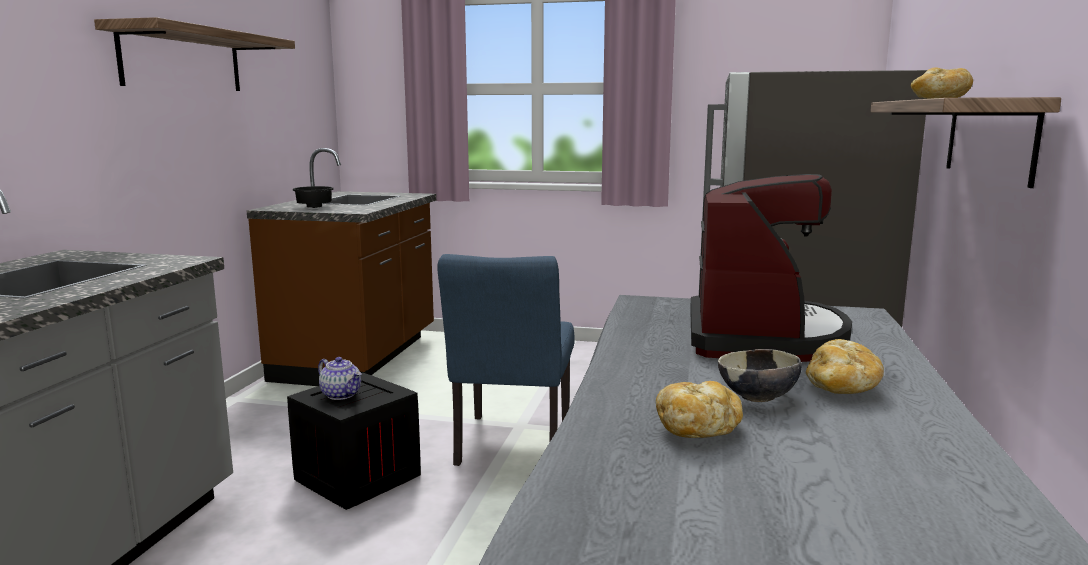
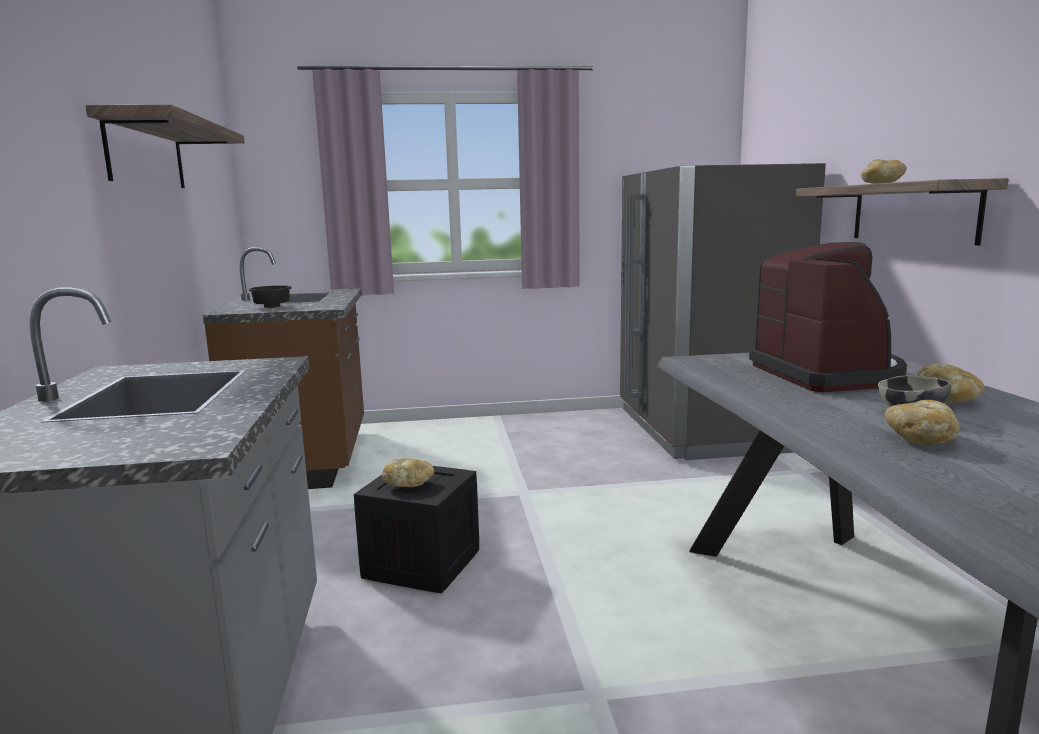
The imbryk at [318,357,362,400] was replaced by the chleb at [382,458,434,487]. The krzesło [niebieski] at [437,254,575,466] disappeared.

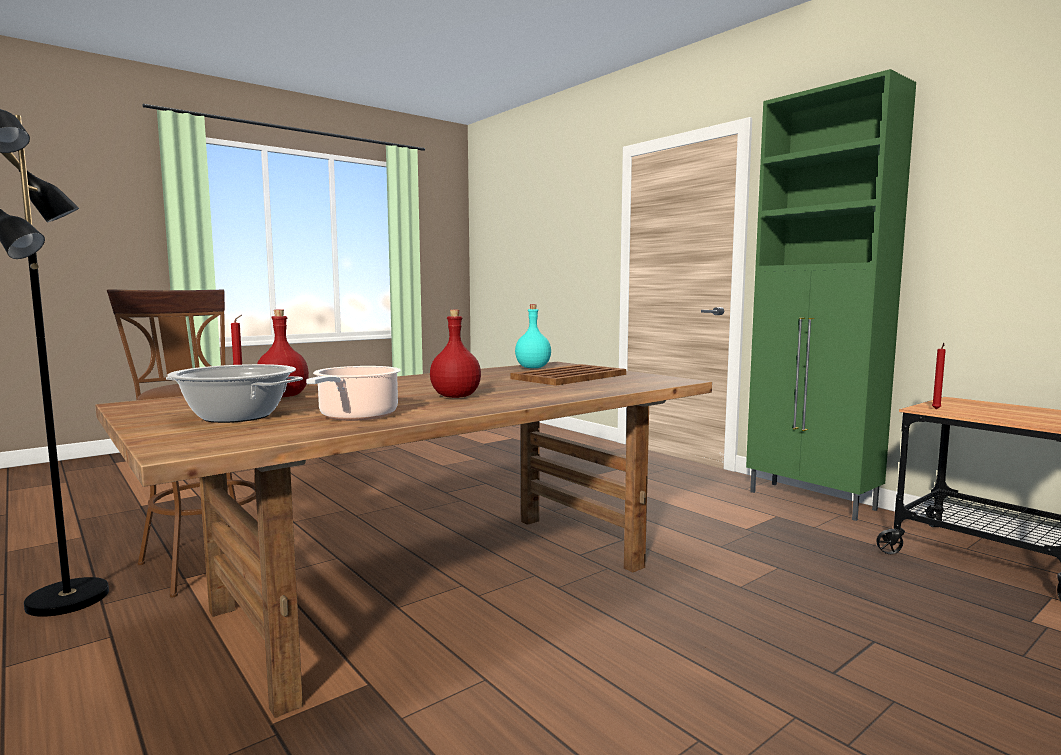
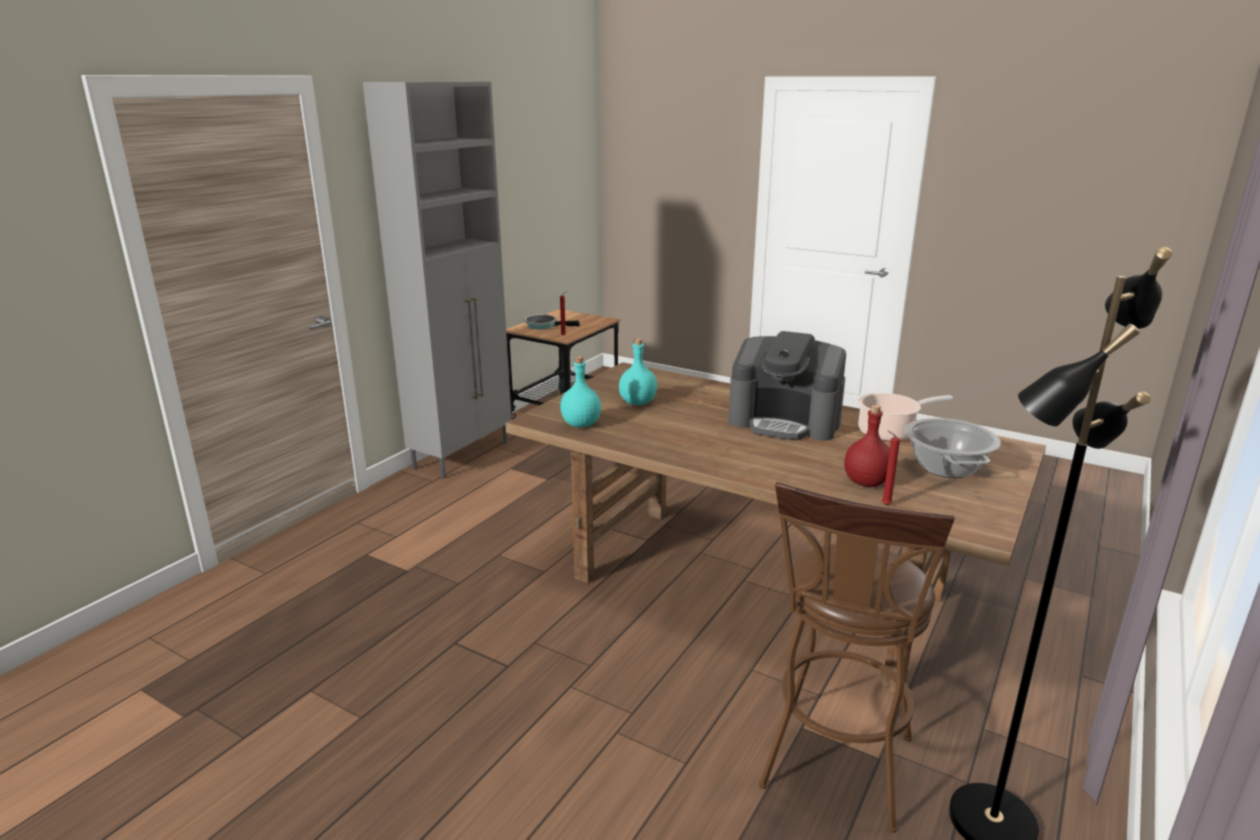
The butelka [czerwony] at [430,310,481,398] was replaced by the ekspres do kawy at [728,331,846,441]. The taca [brązowy] at [510,364,626,386] was replaced by the butelka [turkusowy] at [619,338,657,405]. The szafka [zielony] at [746,69,916,521] became the szafka [szary] at [363,82,512,479]. The patelnia at [524,315,580,329] appeared.

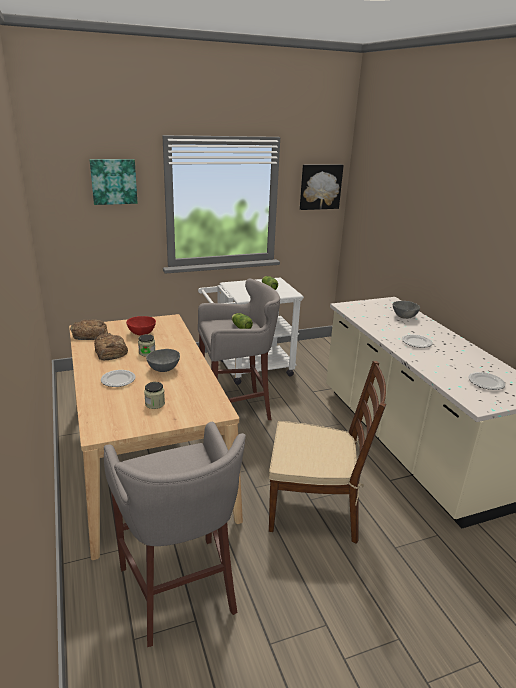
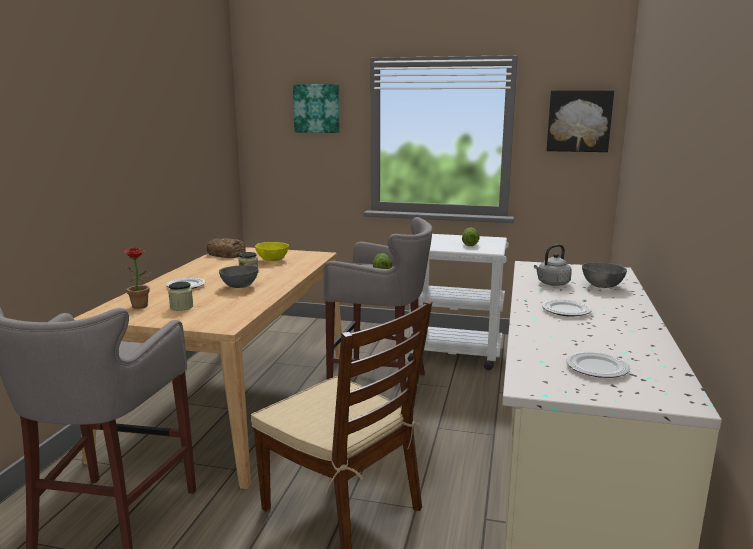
The chleb at [94,333,128,360] disappeared. The miska [czerwony] at [126,316,156,335] became the miska [żółty] at [255,242,289,261]. The roślina doniczkowa at [121,247,151,309] appeared. The czajnik [szary] at [534,244,572,286] appeared.

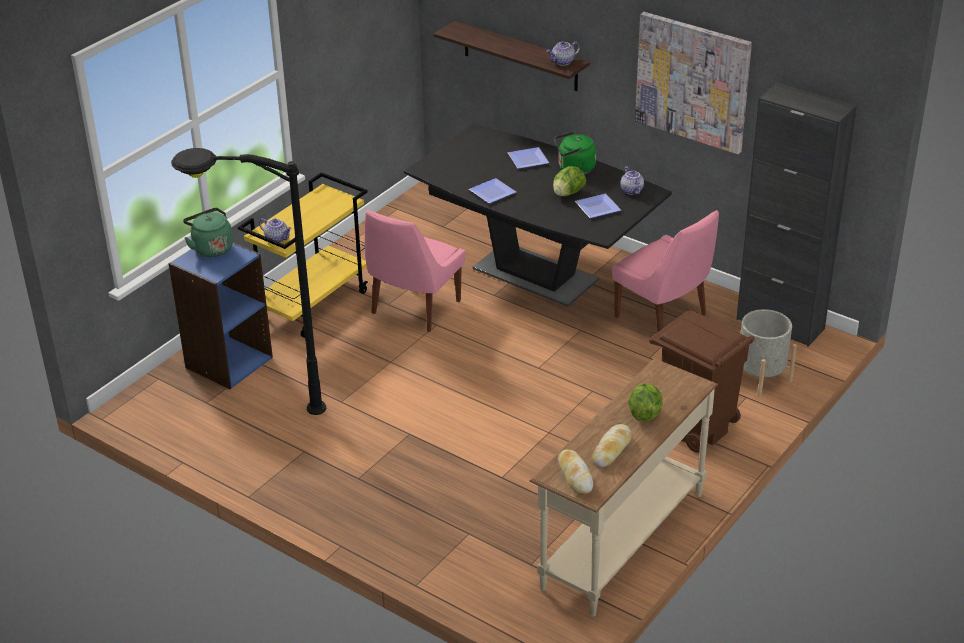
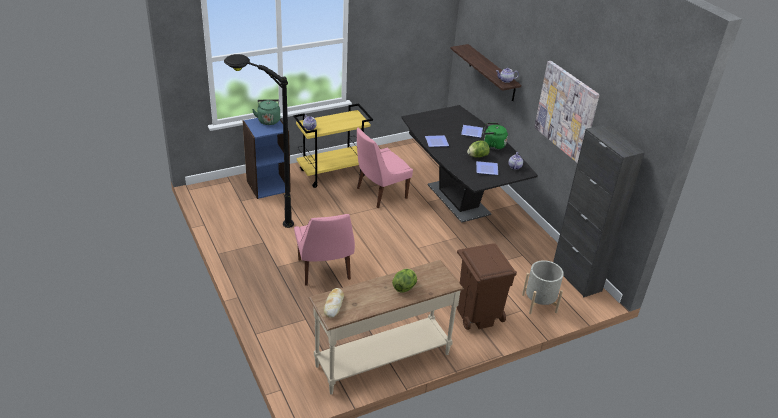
The chleb at [592,424,632,467] disappeared. The krzesło [różowy] moved from [612,210,719,332] to [294,214,355,286].

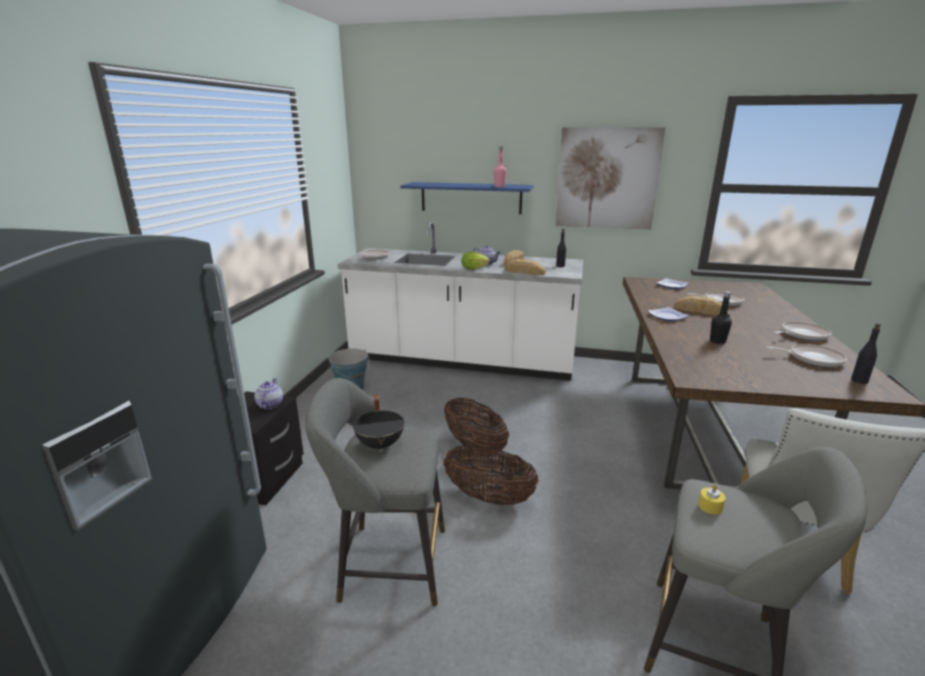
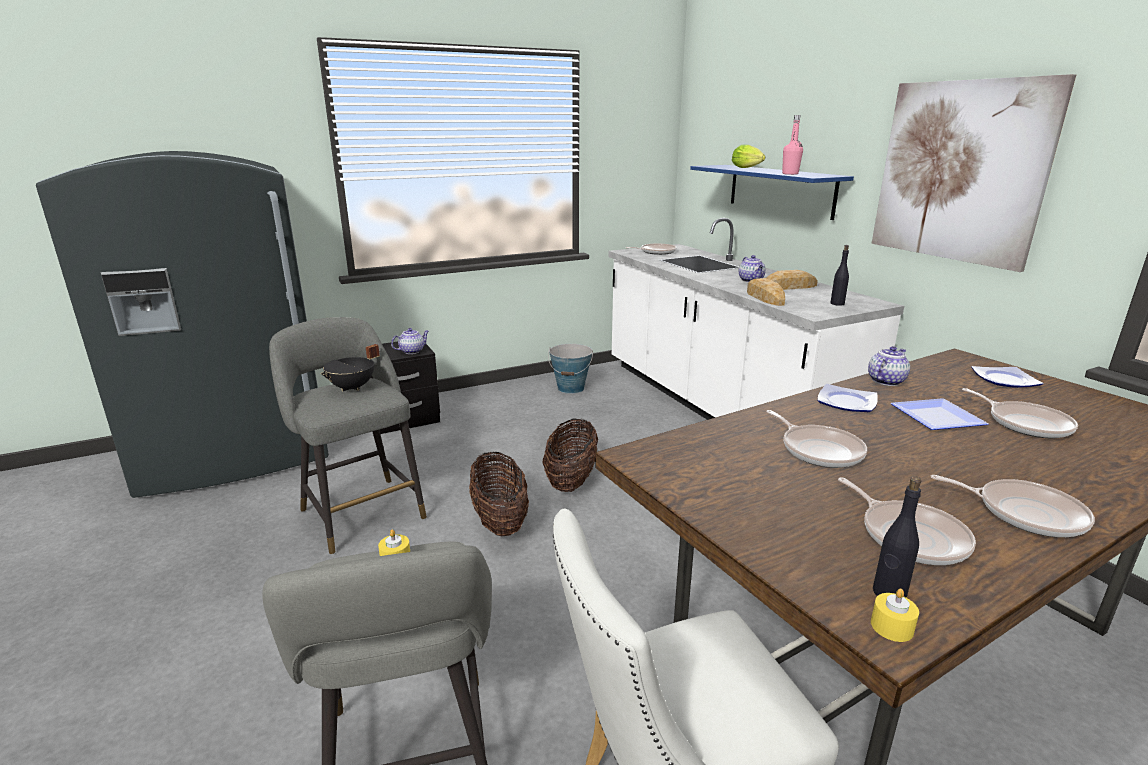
The sałata moved from [462,252,490,270] to [732,144,765,168]. The chleb at [674,296,722,315] was replaced by the talerz at [891,398,988,430]. The butelka [czarny] at [710,291,732,344] was replaced by the patelnia at [766,410,867,468]. The imbryk at [868,346,910,386] appeared. The świeca [żółty] at [871,589,919,642] appeared.

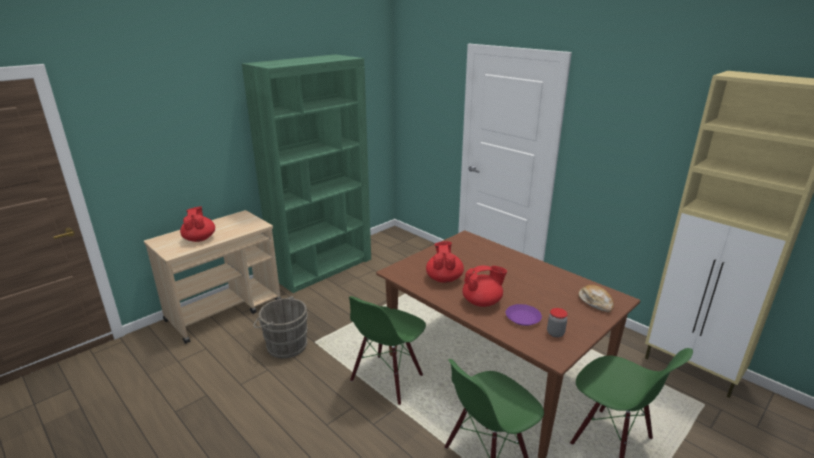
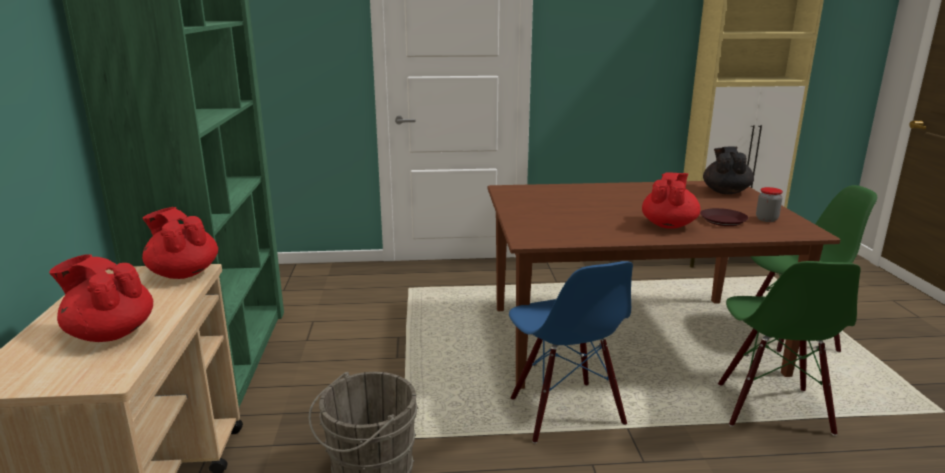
The krzesło [zielony] at [349,296,426,405] became the krzesło [niebieski] at [509,261,633,443]. The imbryk [czerwony] moved from [426,241,464,283] to [142,207,218,279]. The talerz [fioletowy] at [506,304,542,326] became the talerz [brązowy] at [700,208,748,226]. The chleb at [579,285,614,313] was replaced by the imbryk [czarny] at [703,147,754,194].

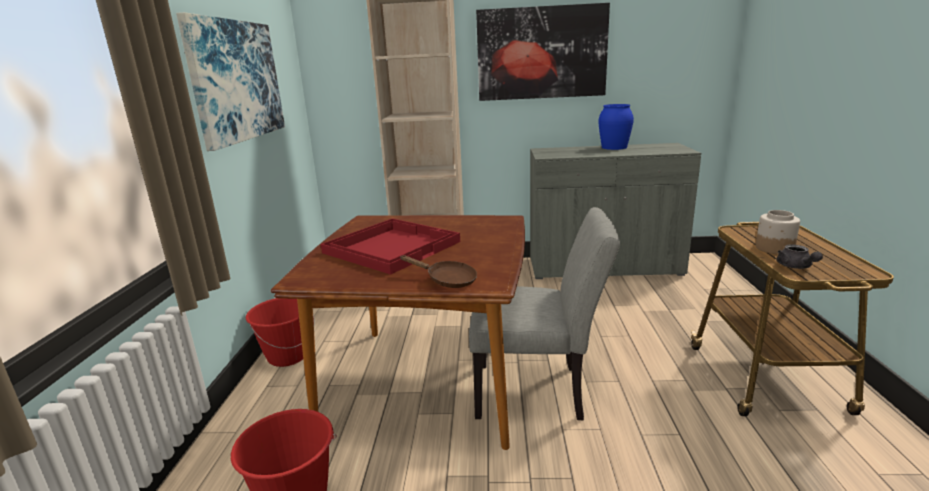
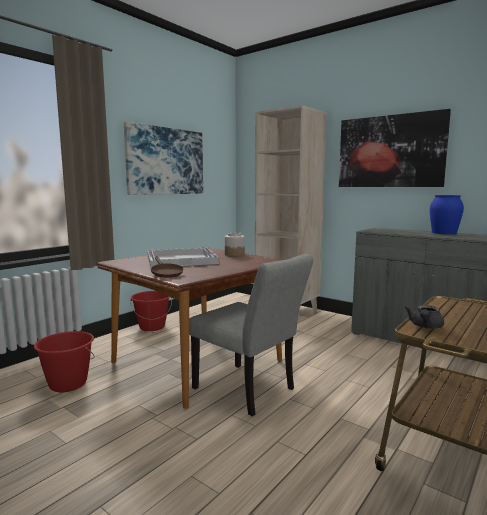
The taca [czerwony] at [321,218,460,275] became the taca [biały] at [147,248,219,267]. The słoik moved from [755,210,800,254] to [225,232,245,256].

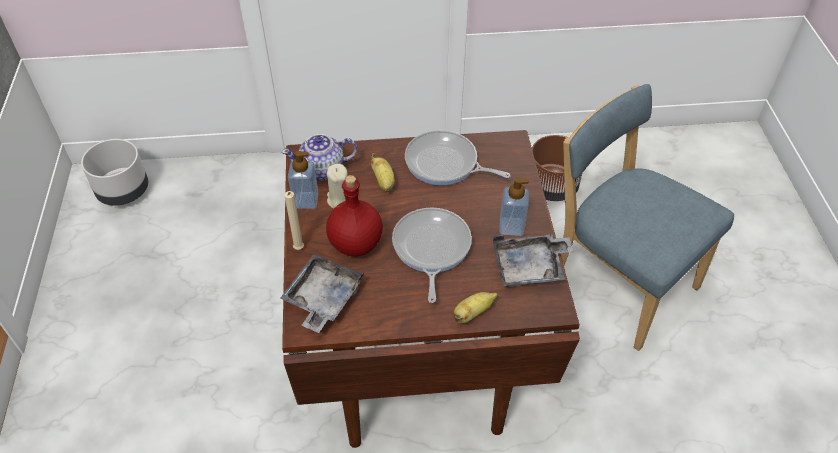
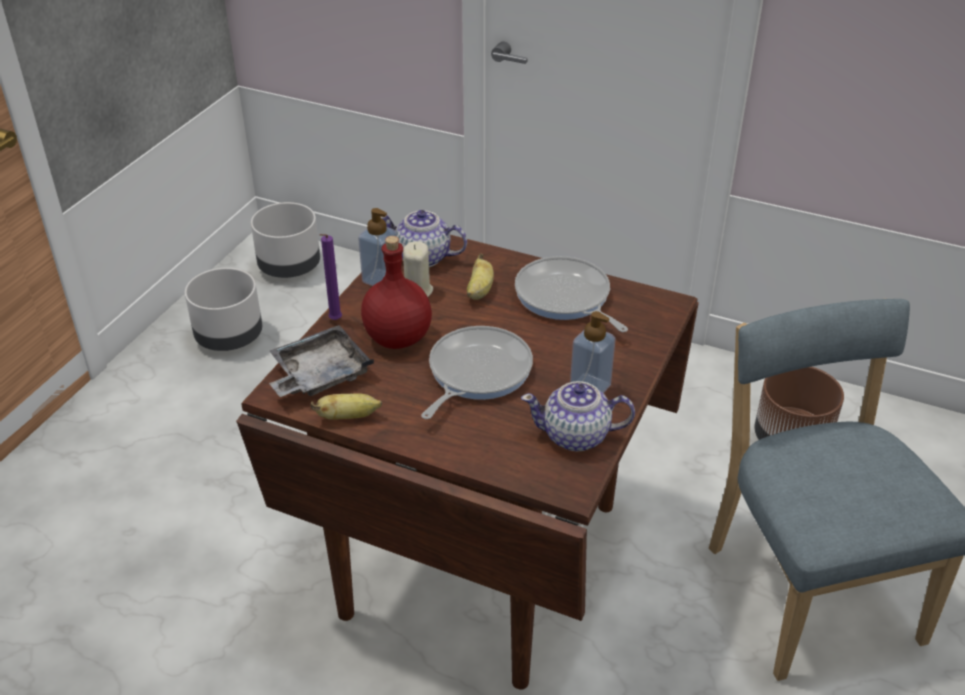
The świeca [beżowy] at [284,191,304,250] became the świeca [fioletowy] at [320,234,342,320]. The banan moved from [453,292,497,323] to [311,394,382,420]. The taca [szary] at [493,235,574,287] was replaced by the imbryk at [521,381,635,451]. The donica [szary] at [185,268,262,351] appeared.

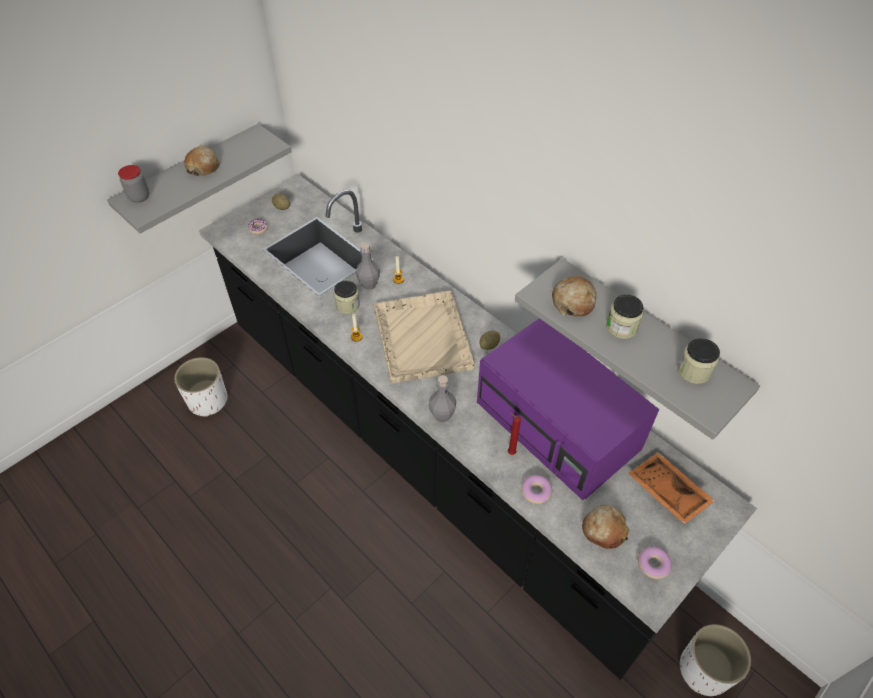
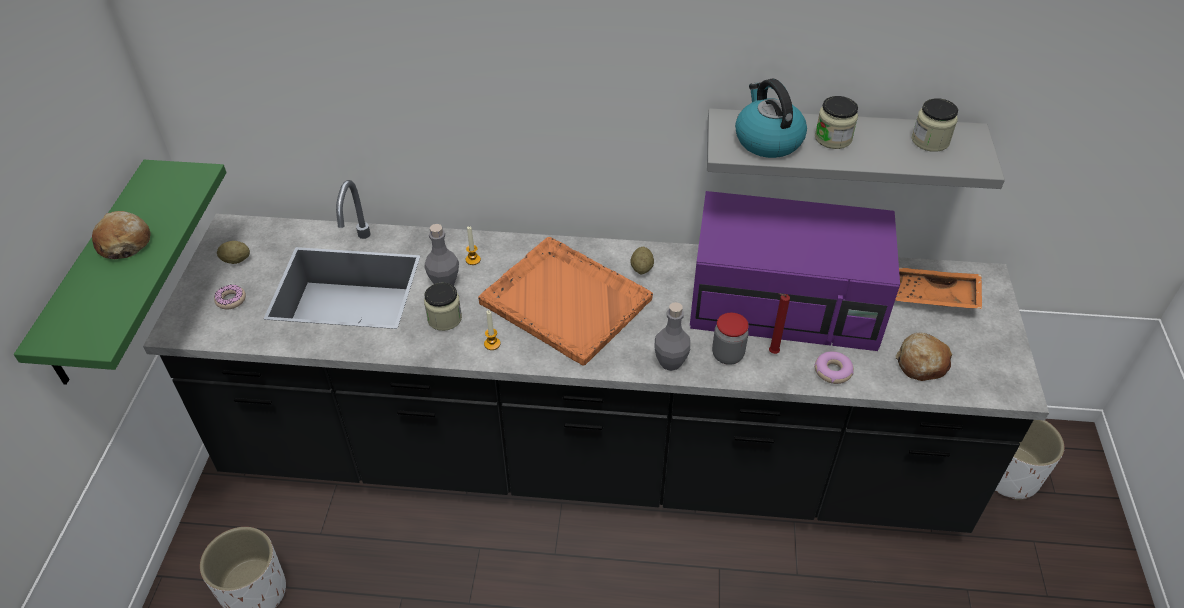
The półka [szary] at [107,124,291,234] became the półka [zielony] at [14,160,226,385]. The słoik moved from [118,165,149,203] to [712,313,749,365]. The taca [beżowy] at [373,291,475,383] became the taca [pomarańczowy] at [478,237,653,365]. The chleb at [552,276,596,317] was replaced by the czajnik at [735,78,807,158]. The donut at [638,547,672,579] disappeared.

